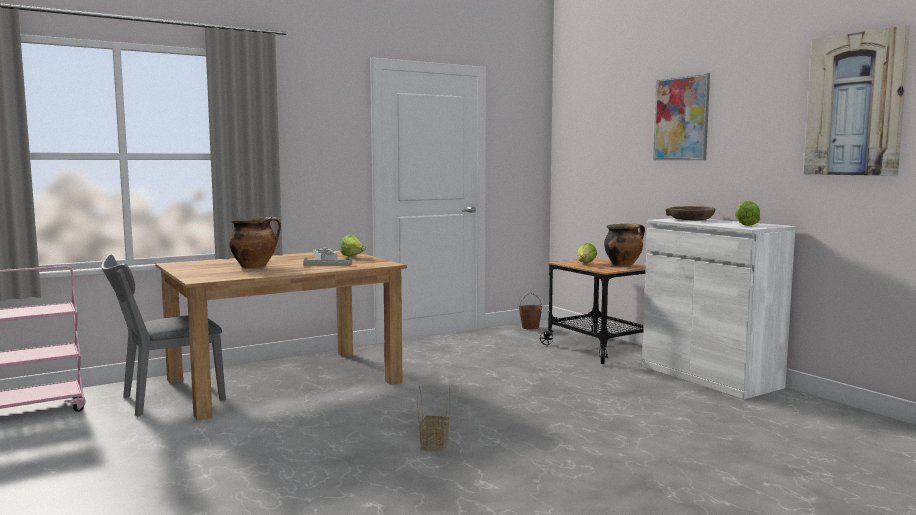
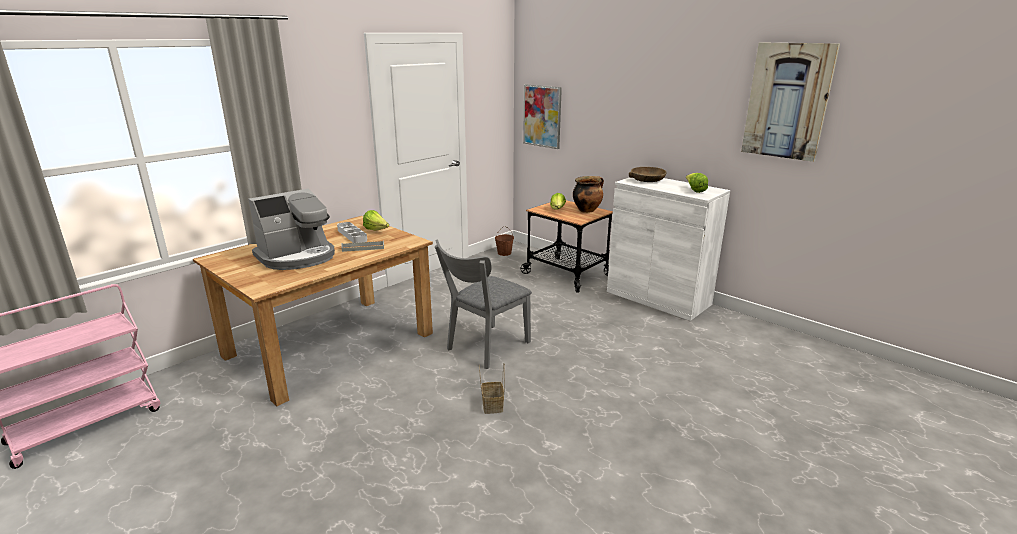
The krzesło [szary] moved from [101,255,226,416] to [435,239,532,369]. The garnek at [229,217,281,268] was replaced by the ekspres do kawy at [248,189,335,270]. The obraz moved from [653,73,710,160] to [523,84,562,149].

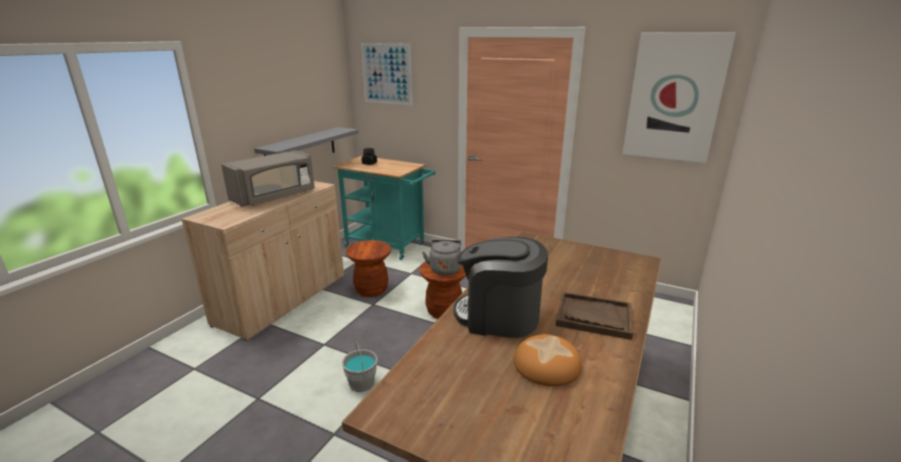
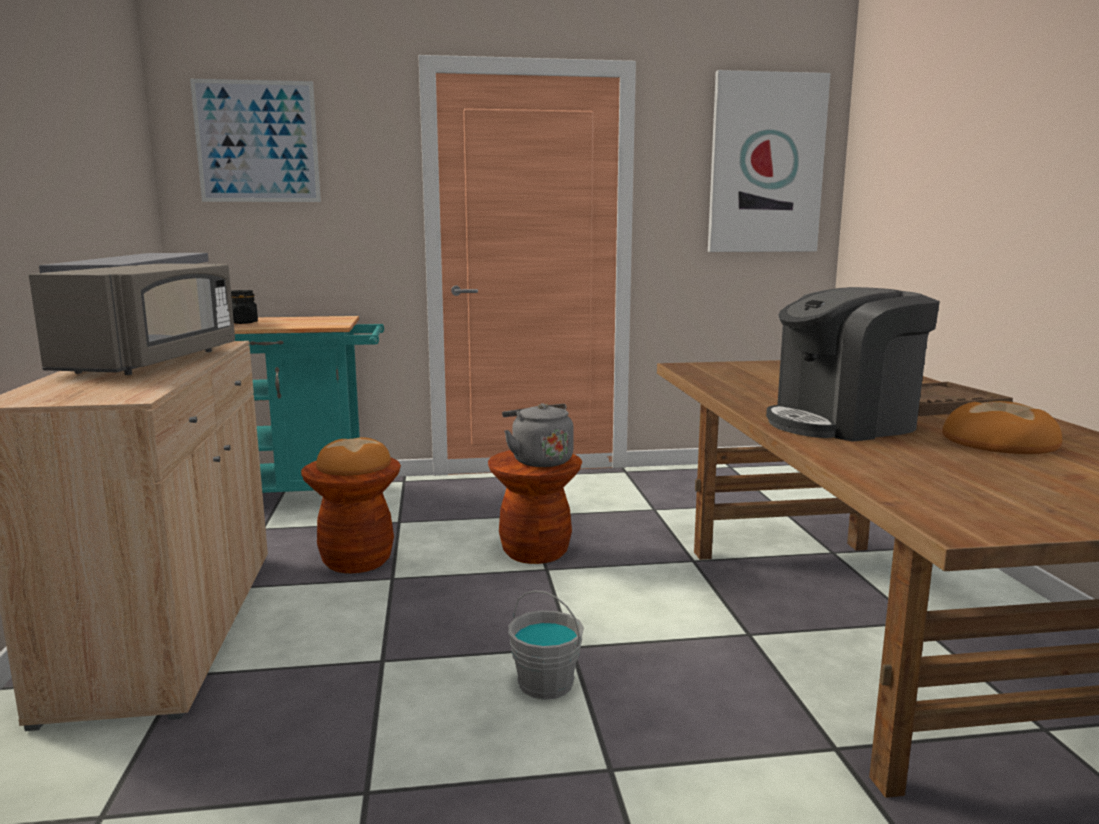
The chleb at [316,437,391,476] appeared.

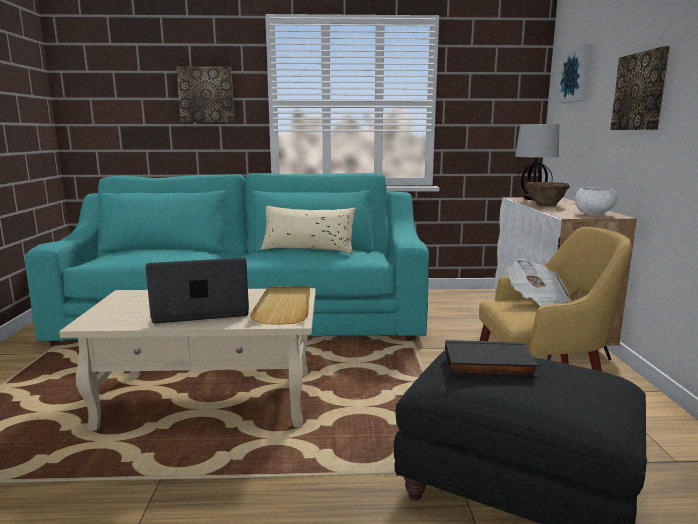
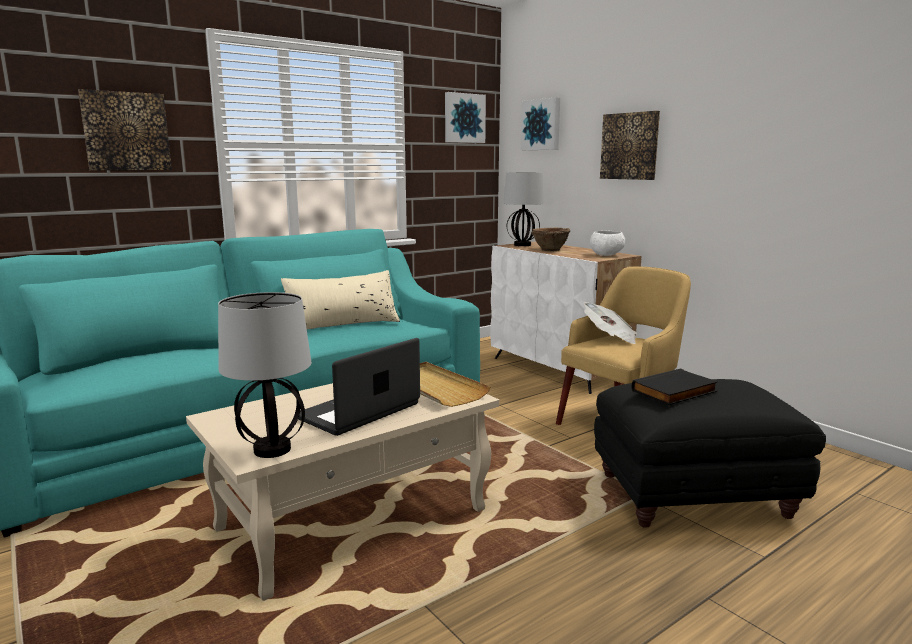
The lampa stołowa at [218,292,312,458] appeared. The obraz at [445,92,486,143] appeared.

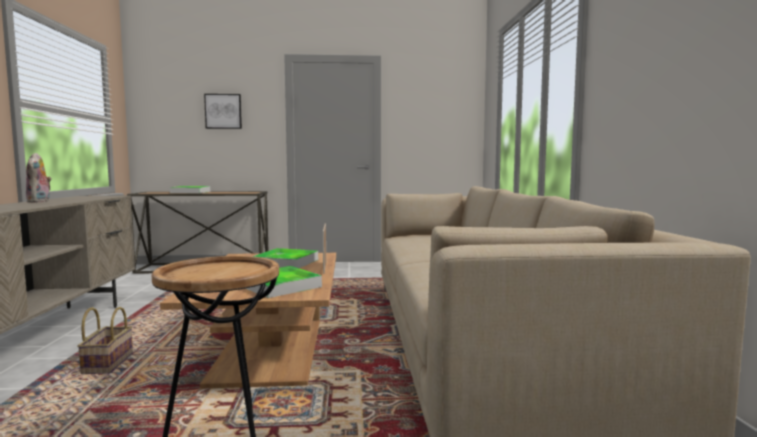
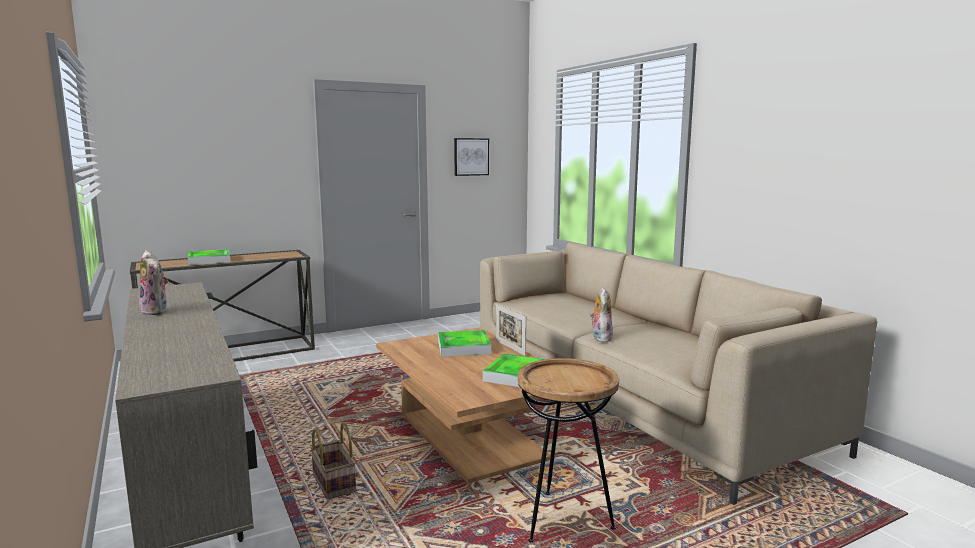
The obraz moved from [204,94,242,129] to [454,138,489,176]. The pluszak at [590,288,613,342] appeared.

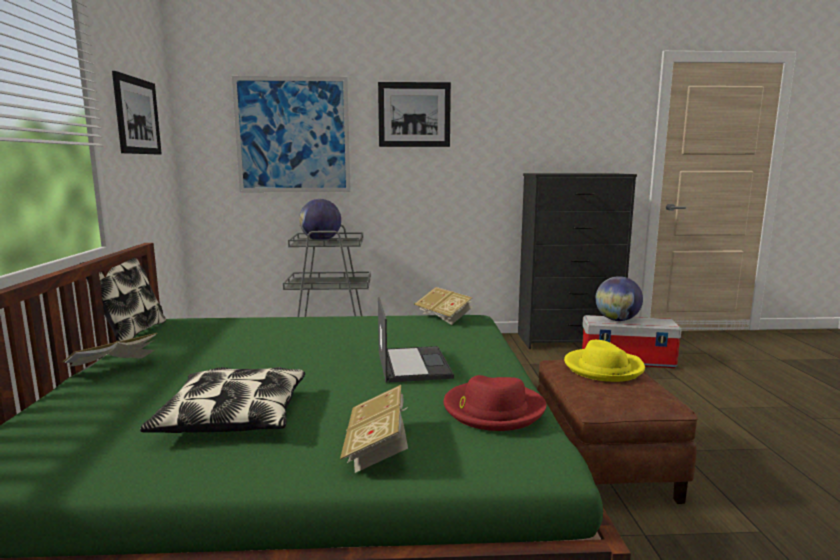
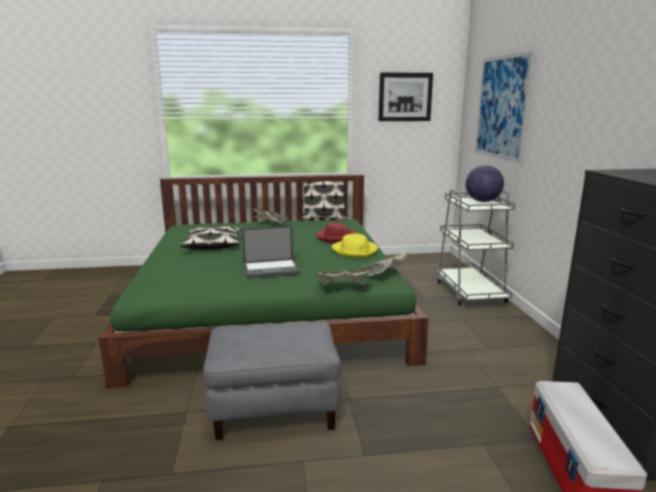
The książka moved from [340,385,408,473] to [316,270,372,286]. The obraz at [378,82,451,147] disappeared. The kapelusz [czerwony] moved from [444,375,547,431] to [316,222,359,243]. The pufa [brązowy] at [537,360,698,504] became the pufa [szary] at [203,321,340,440]. The kapelusz [żółty] moved from [564,340,645,382] to [332,234,378,257]. The globus at [595,276,643,321] disappeared.

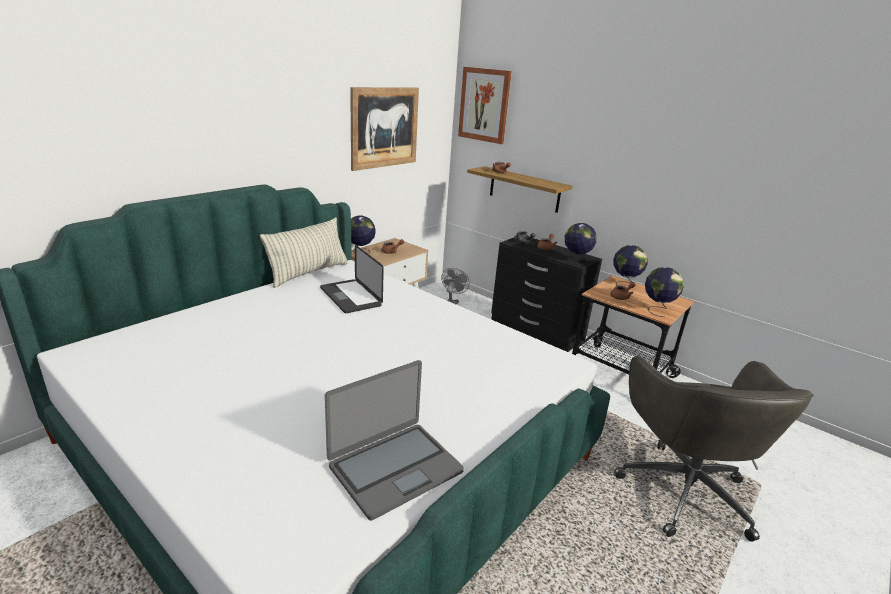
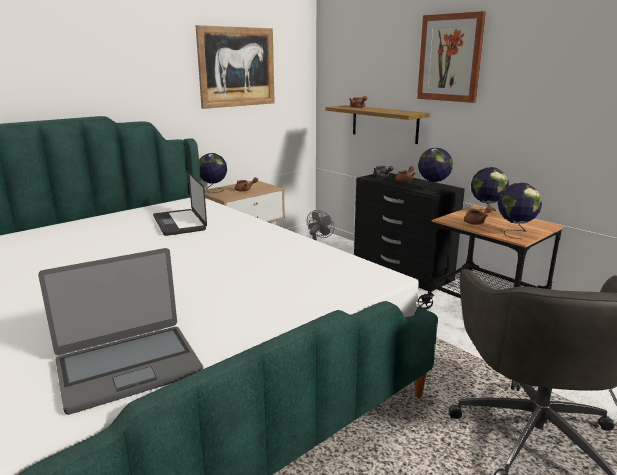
The poduszka at [260,217,348,288] disappeared. The obraz moved from [458,67,512,144] to [417,11,486,103].

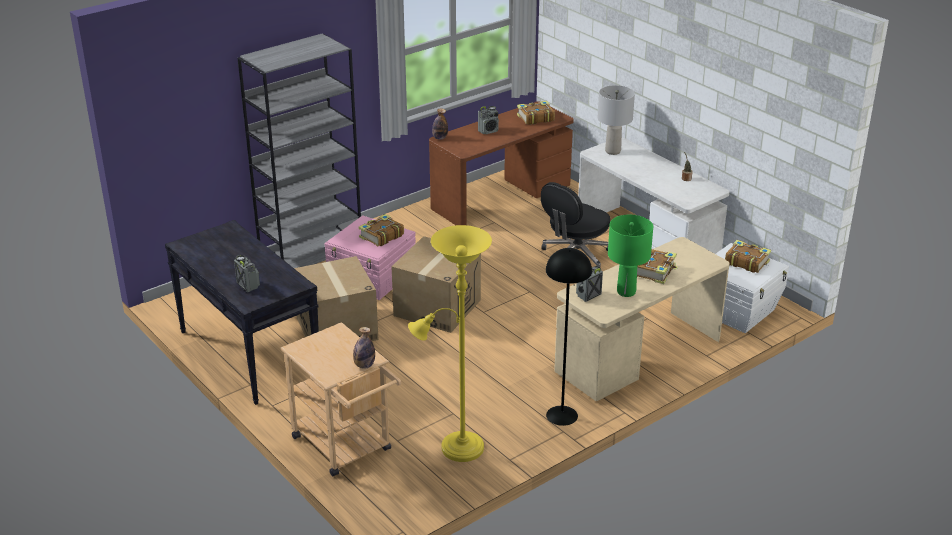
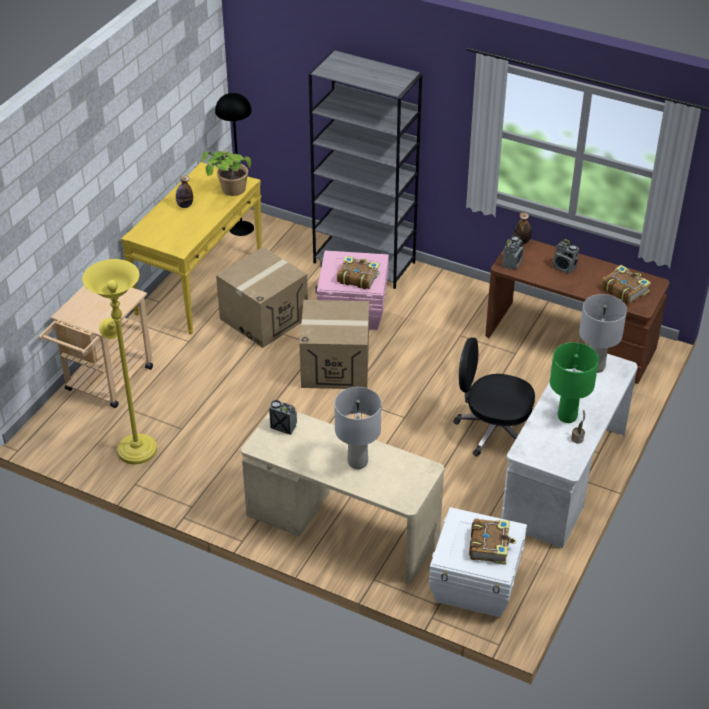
The stolik konsolowy [czarny] at [165,220,319,405] became the stolik konsolowy [żółty] at [121,162,262,334]. The radio moved from [234,255,260,293] to [503,235,524,270]. The butelka moved from [353,327,375,369] to [176,176,193,208]. The lampa stojąca [czarny] moved from [546,248,592,426] to [215,93,254,236]. The lampa stołowa [zielony] moved from [608,215,653,297] to [550,342,599,423]. The książka at [637,249,678,284] was replaced by the lampa stołowa [szary] at [334,387,381,469]. The roślina doniczkowa at [201,151,251,196] appeared.

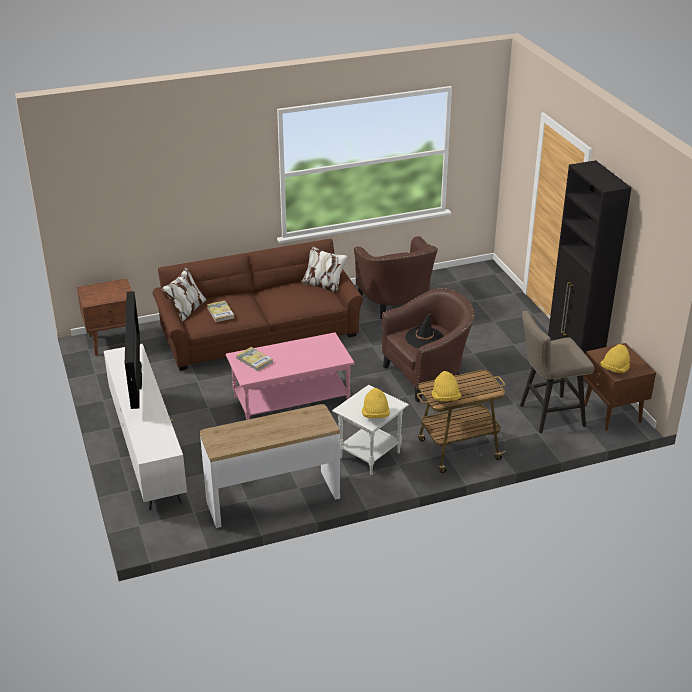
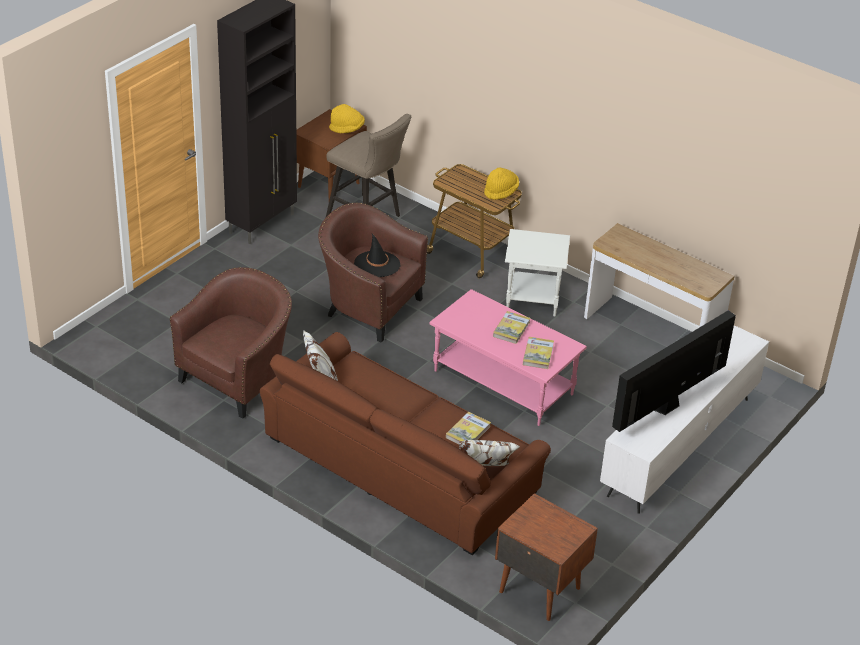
The kapelusz [żółty] at [362,388,390,418] disappeared. The książka at [493,311,530,344] appeared.

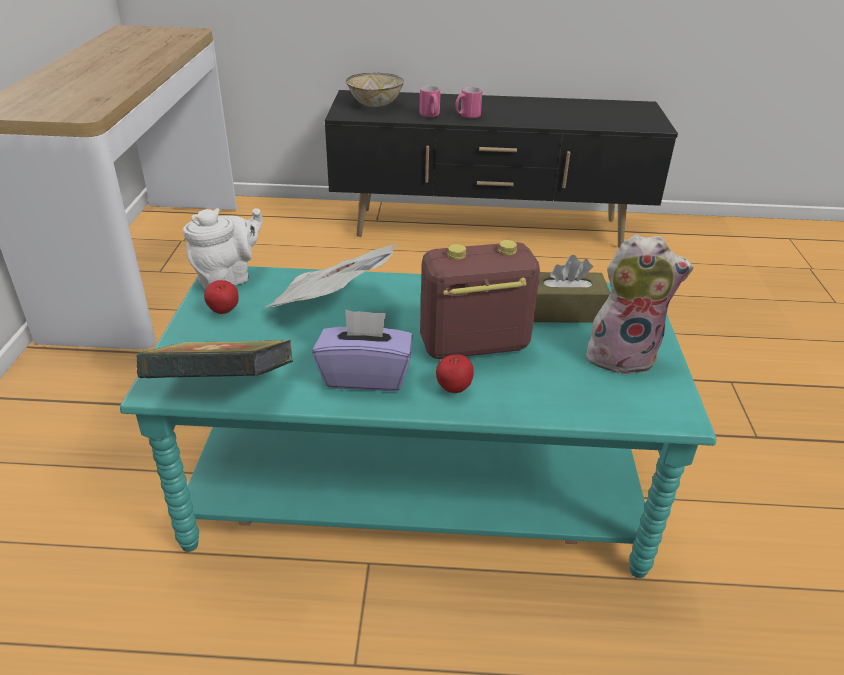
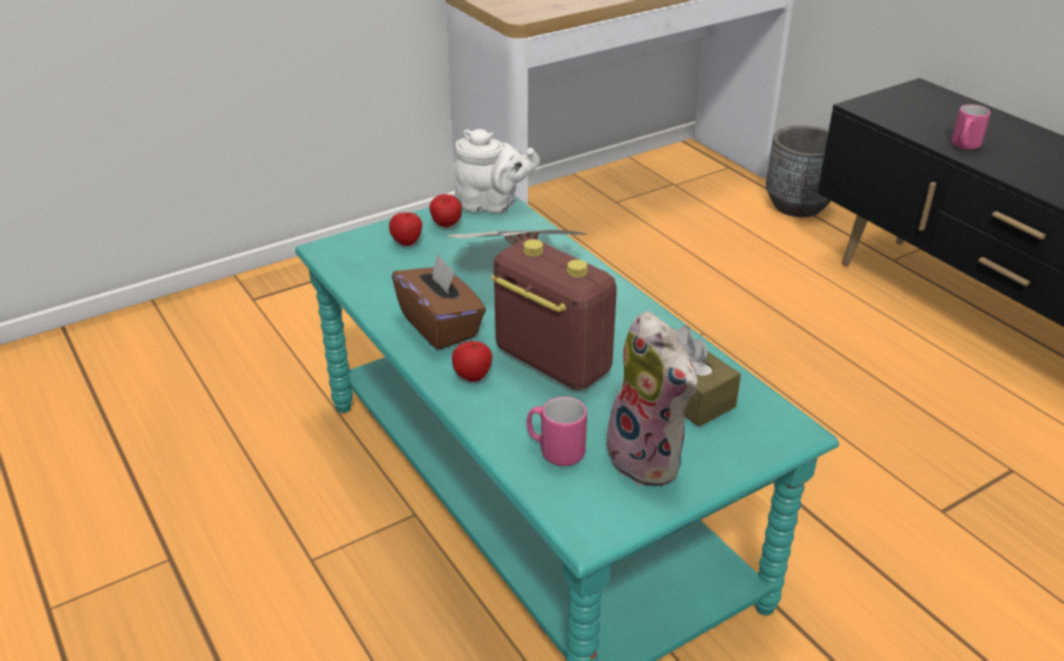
The książka at [137,340,293,378] disappeared. The pudełko chusteczek [fioletowy] at [313,309,413,391] became the pudełko chusteczek [brązowy] at [392,254,486,350]. The miska at [346,73,404,107] disappeared. The kubek [różowy] moved from [455,87,482,118] to [526,396,587,466]. The jabłko at [389,212,422,246] appeared. The donica [szary] at [766,126,831,217] appeared.

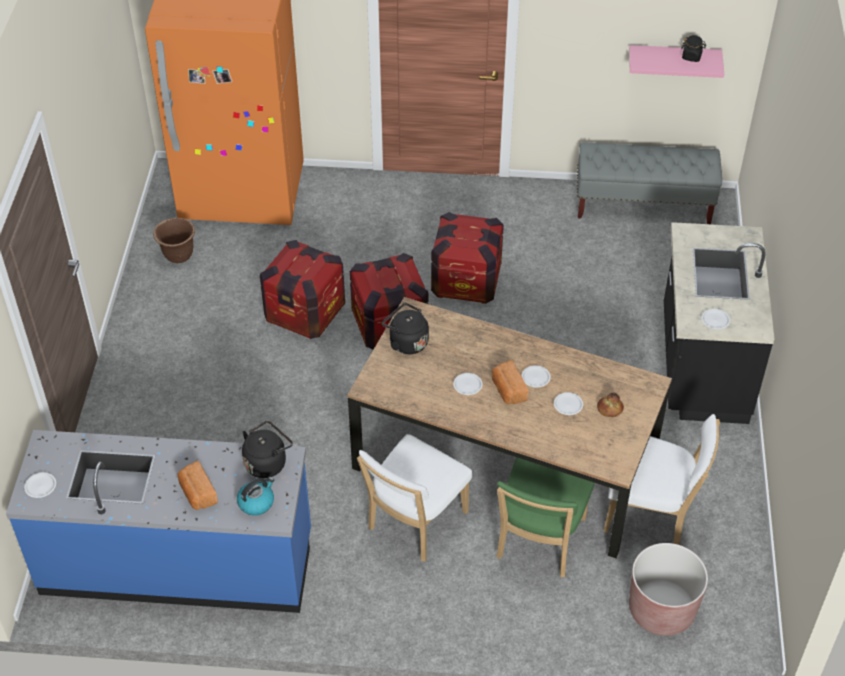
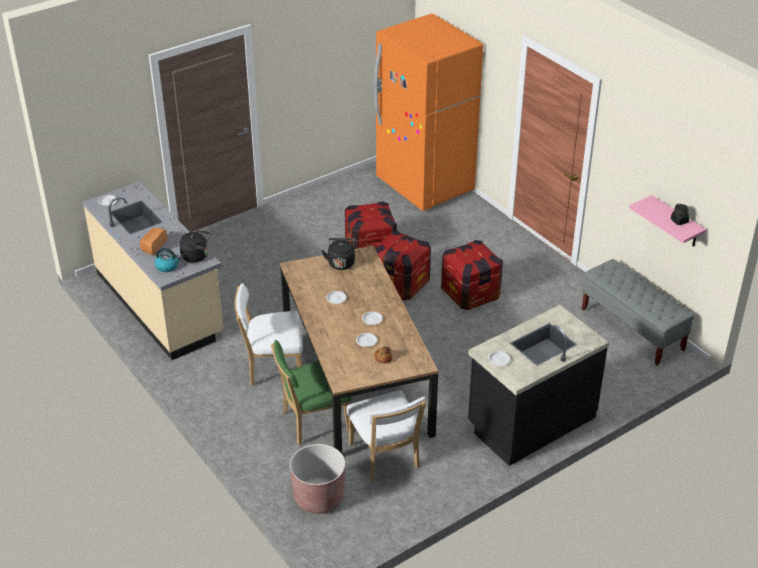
The zabudowa kuchenna [niebieski] at [6,430,311,613] became the zabudowa kuchenna [beżowy] at [83,182,223,360]. The donica [brązowy] at [153,218,195,263] disappeared. The chleb at [492,360,529,404] disappeared.

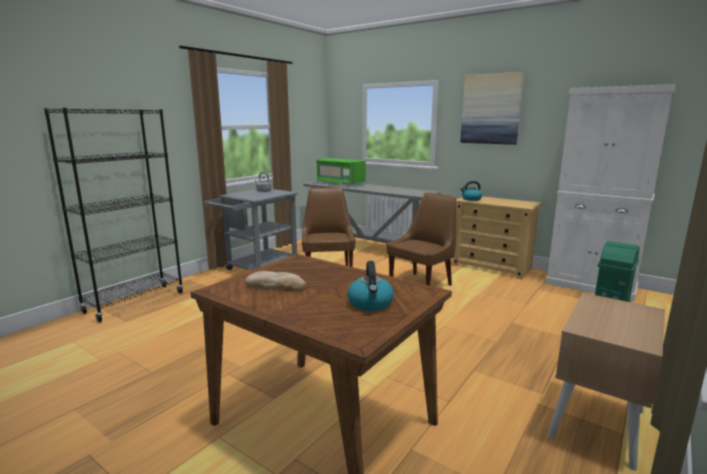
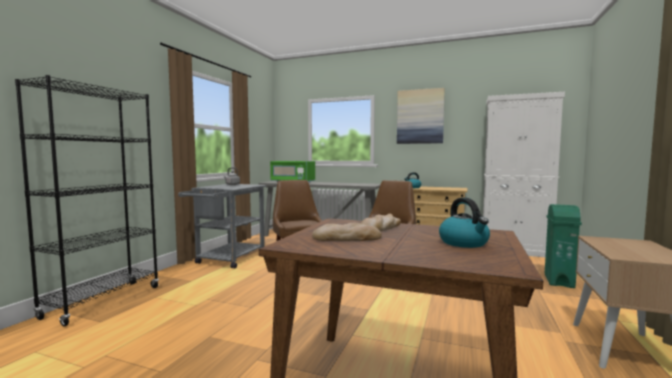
The chleb at [361,214,401,232] appeared.

